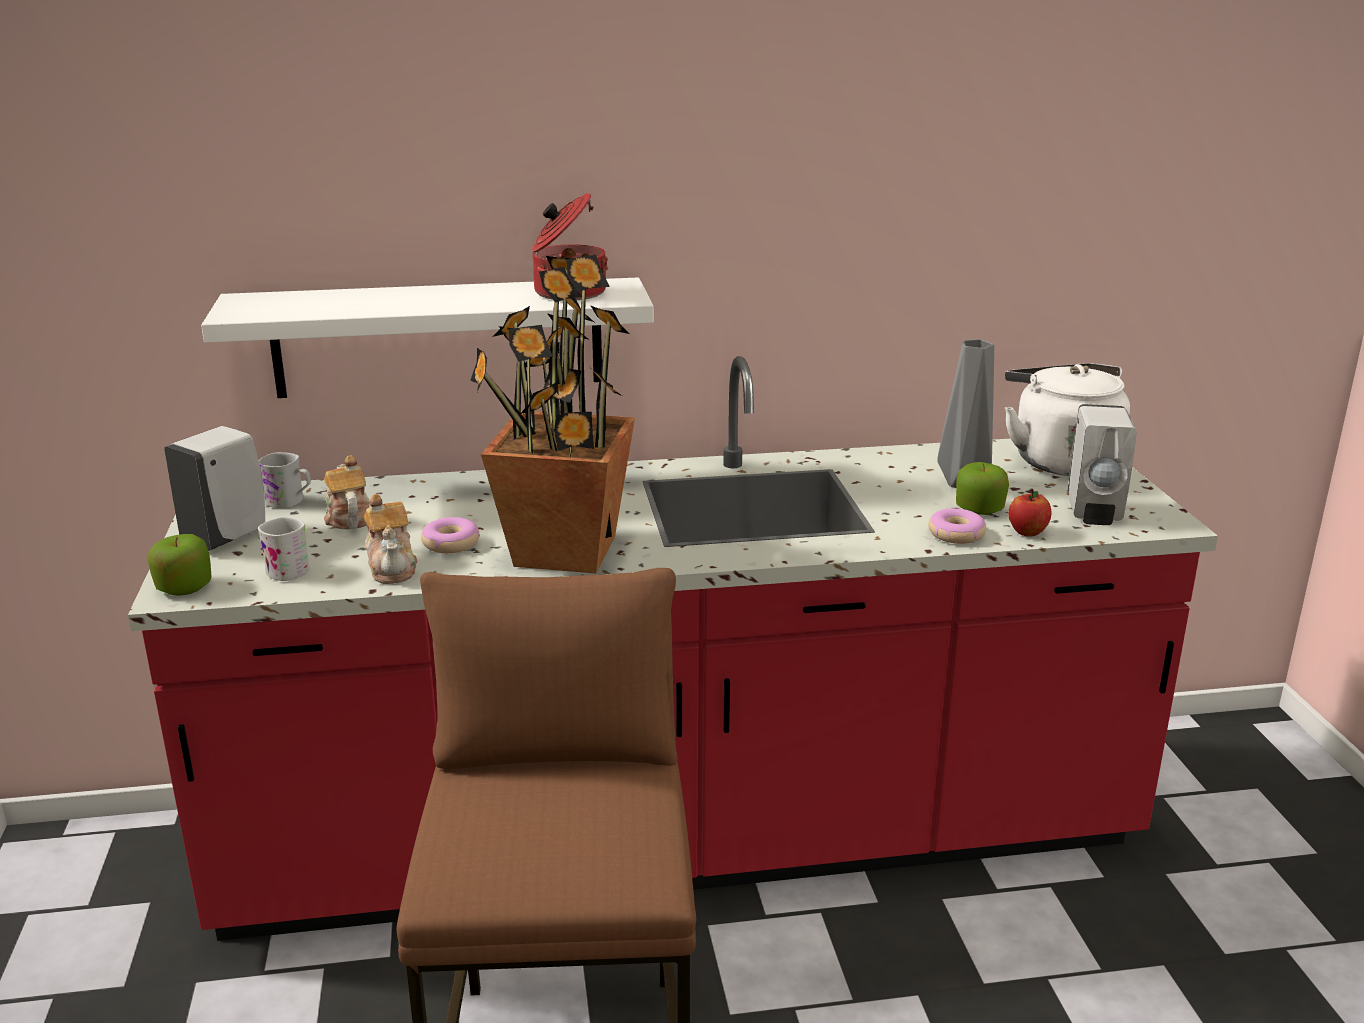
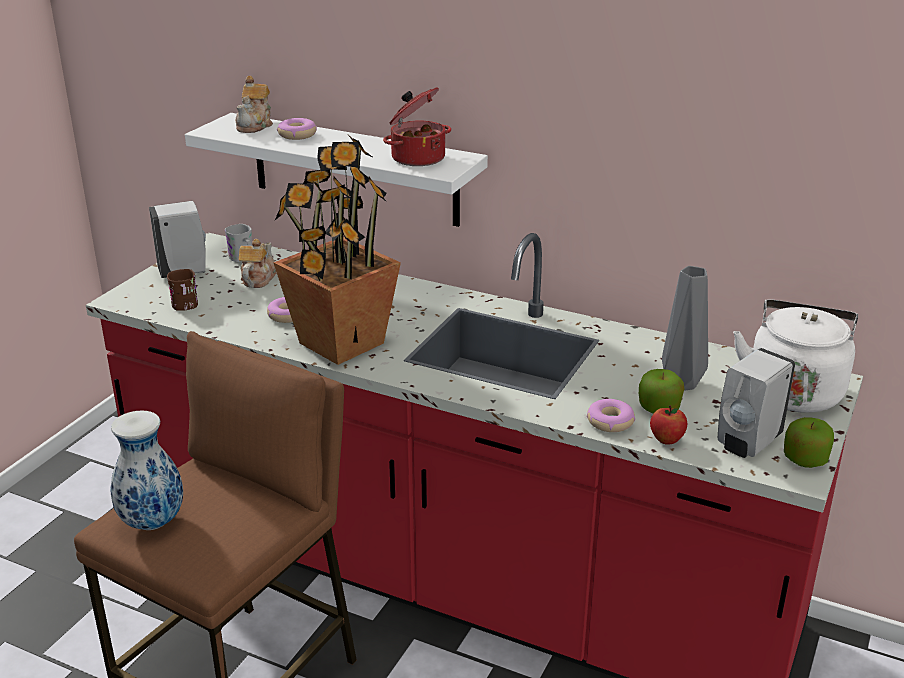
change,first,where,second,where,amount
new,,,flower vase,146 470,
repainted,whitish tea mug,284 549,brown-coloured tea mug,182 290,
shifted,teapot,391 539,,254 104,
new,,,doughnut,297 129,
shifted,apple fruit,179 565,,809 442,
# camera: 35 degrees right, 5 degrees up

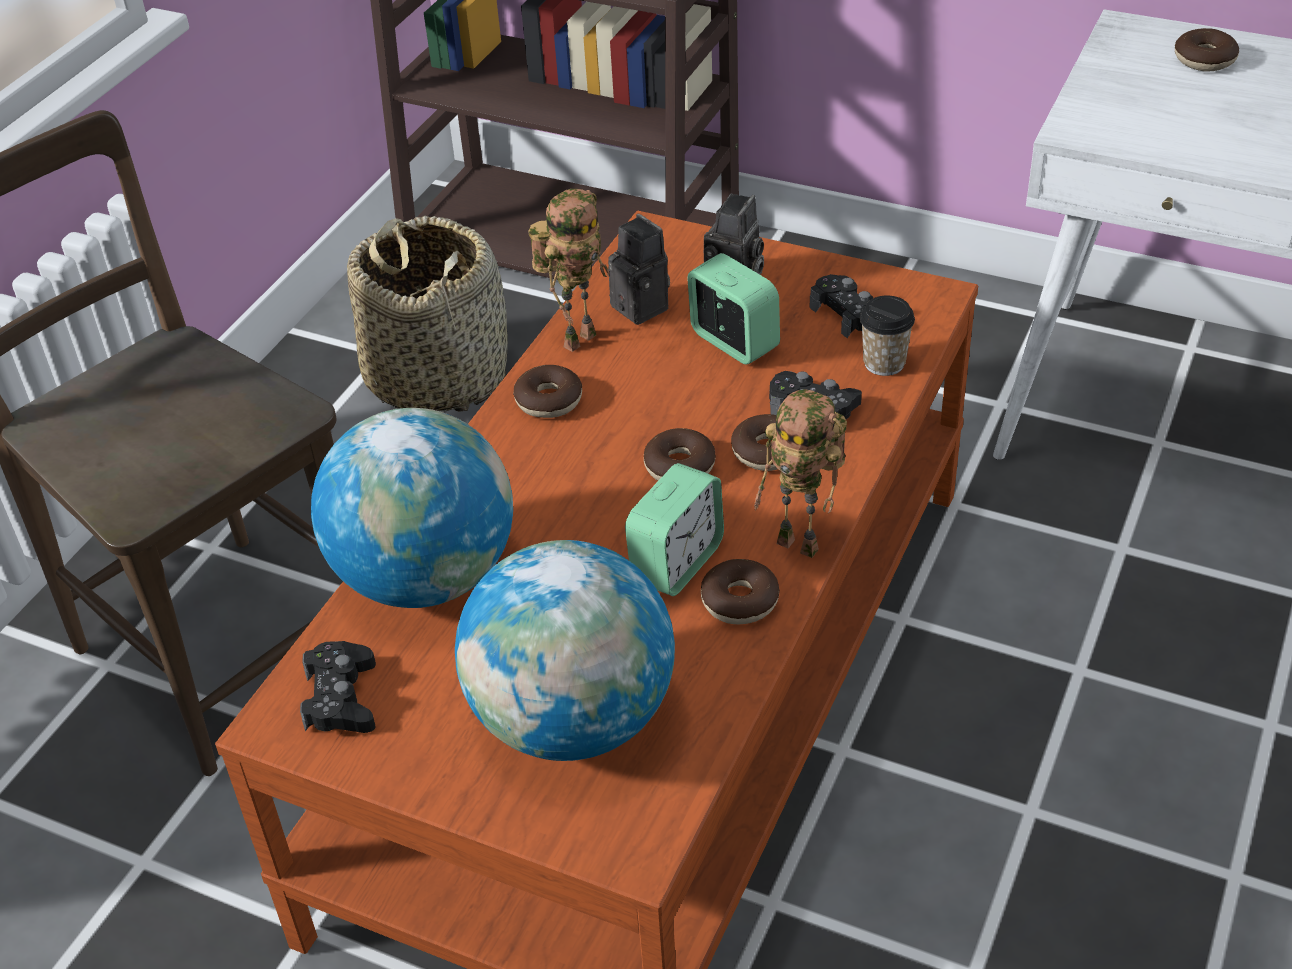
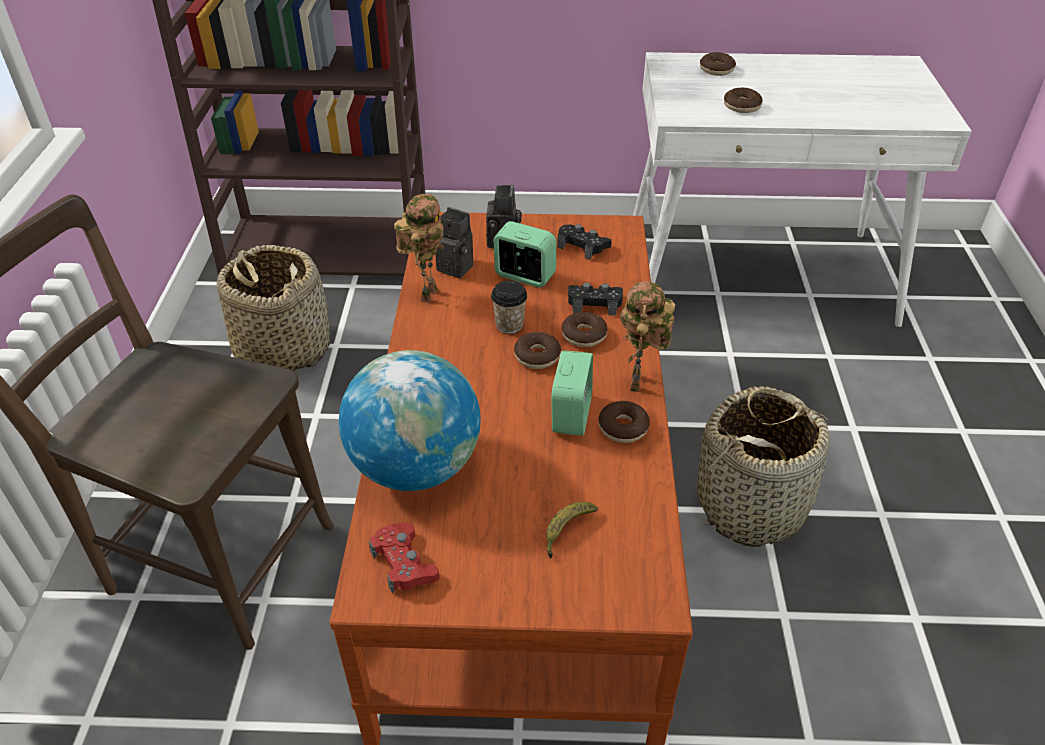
change,first,where,second,where,amount
repainted,black gamepad,338 687,red-coloured gamepad,404 558,
shifted,cup,887 336,,509 307,
swapped,world globe,565 650,banana fruit,572 530,
rotated,model robot,800 473,,647 336,90 degrees clockwise
new,,,basket,762 466,
shifted,doughnut,547 391,,743 100,
# camera: 25 degrees left, 0 degrees up

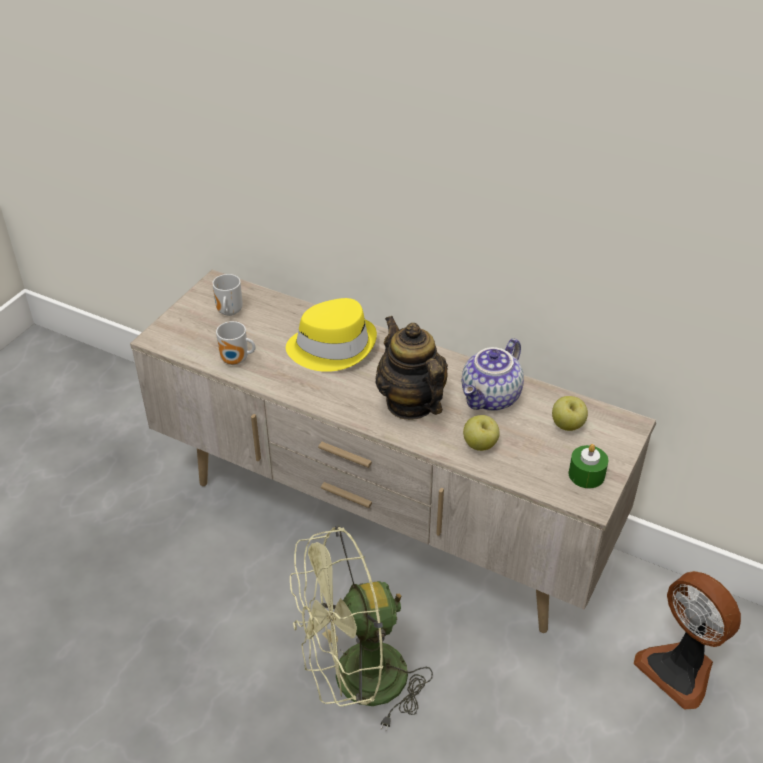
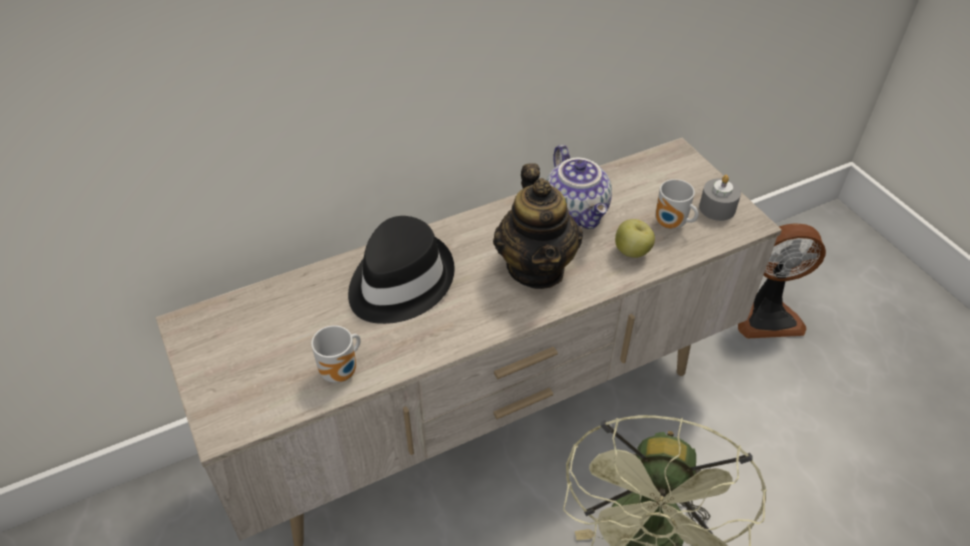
change,first,where,second,where,amount
repainted,yellow clothing hat,331 335,black clothing hat,401 270,
rotated,teapot,411 368,,538 226,105 degrees counterclockwise
shifted,tea mug,227 295,,676 204,
repainted,greenish wax light,589 466,greyish wax light,720 198,
gone,apple fruit,570 413,,,
# camera: 55 degrees left, 5 degrees up

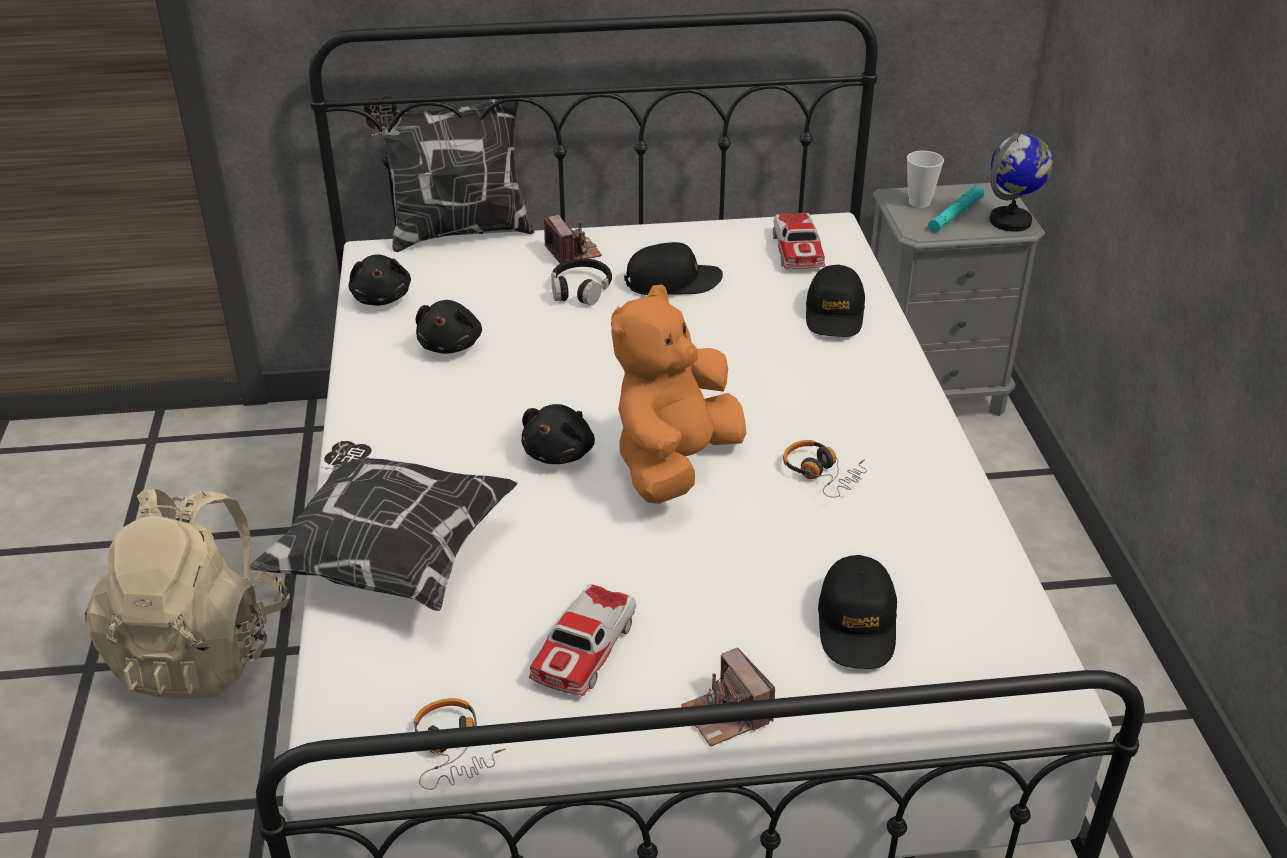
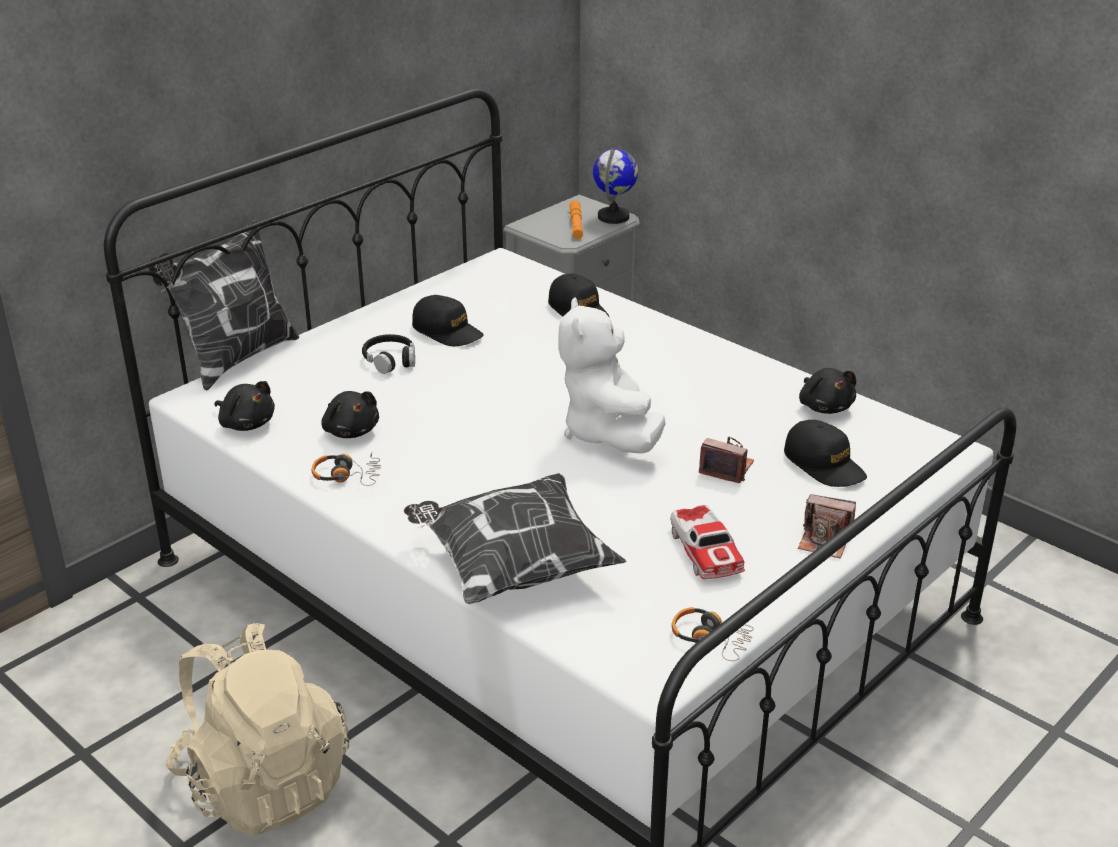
change,first,where,second,where,amount
shifted,headset,825 469,,346 469,
rotated,black baseball cap,673 268,,448 320,90 degrees clockwise
repainted,orange cuddly toy,678 394,whitish cuddly toy,611 375,
repainted,turquoise-coloured torch,956 209,orange torch,576 219,
shifted,photo camera,573 239,,726 460,
shifted,black cuddly toy,558 434,,827 391,
gone,model car,799 241,,,
gone,cup,925 179,,,
# camera: 40 degrees left, 5 degrees down

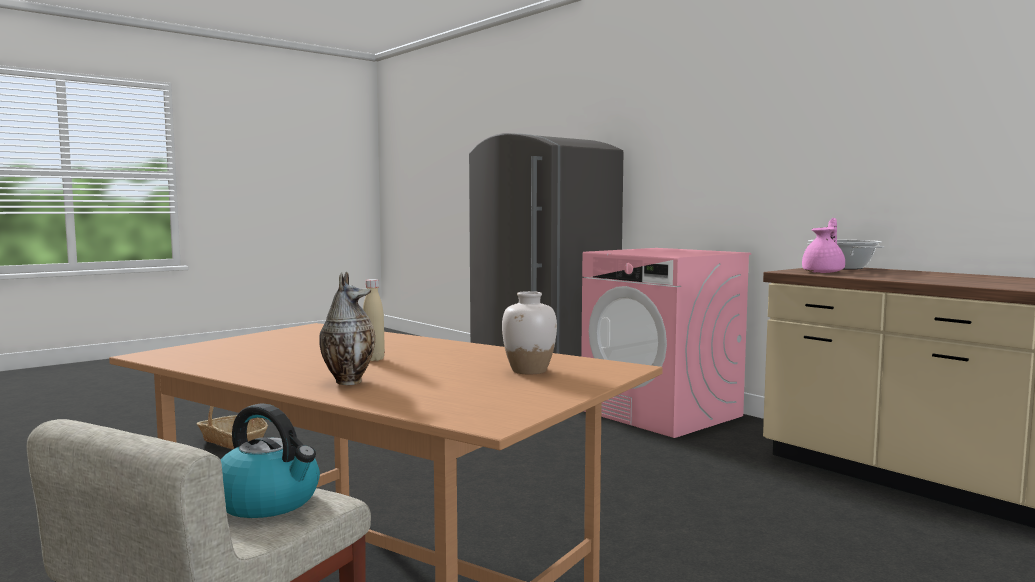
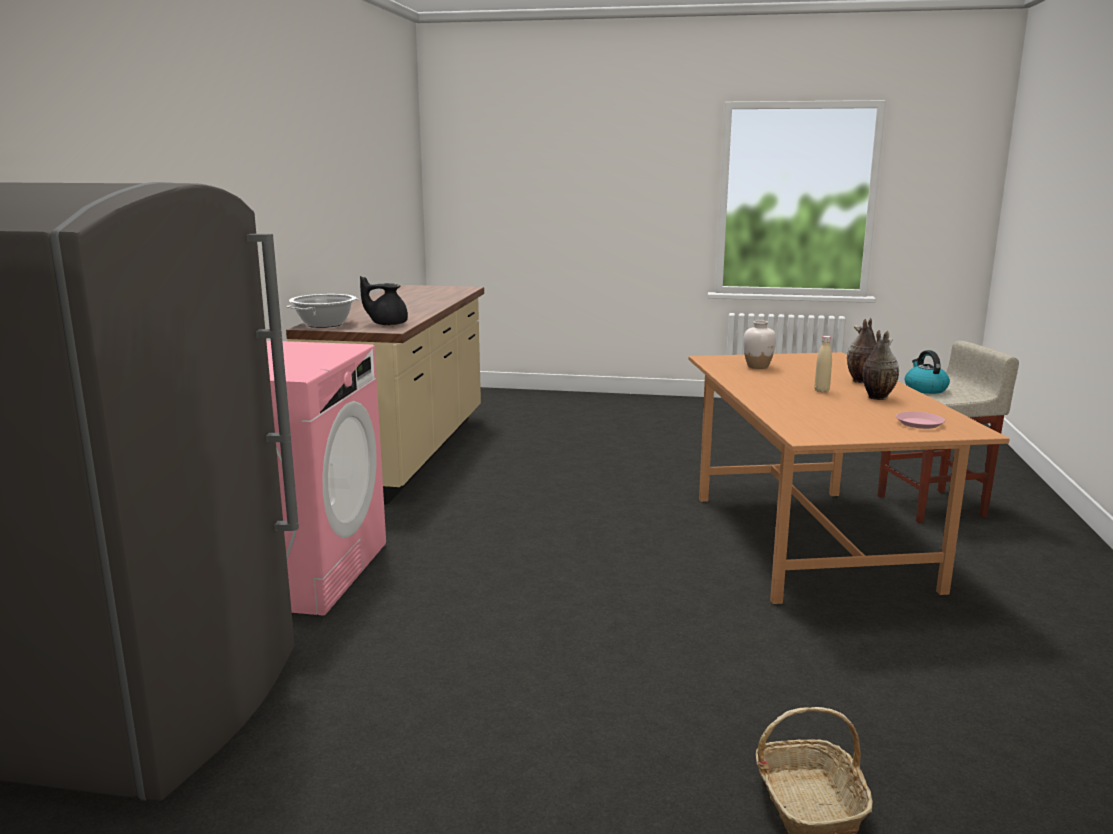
change,first,where,second,where,amount
repainted,pink-coloured teapot,823 245,black teapot,384 300,
new,,,flower vase,880 365,
new,,,pink-coloured dinner plate,920 420,
# camera: 130 degrees left, 10 degrees up

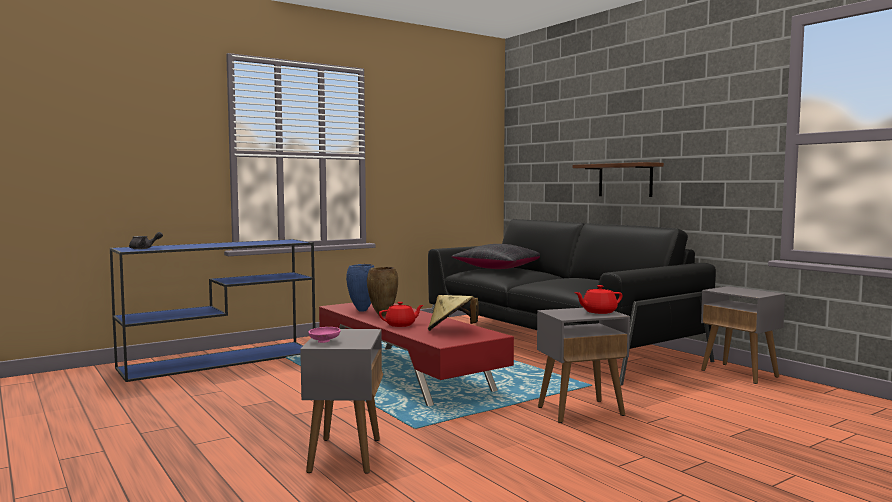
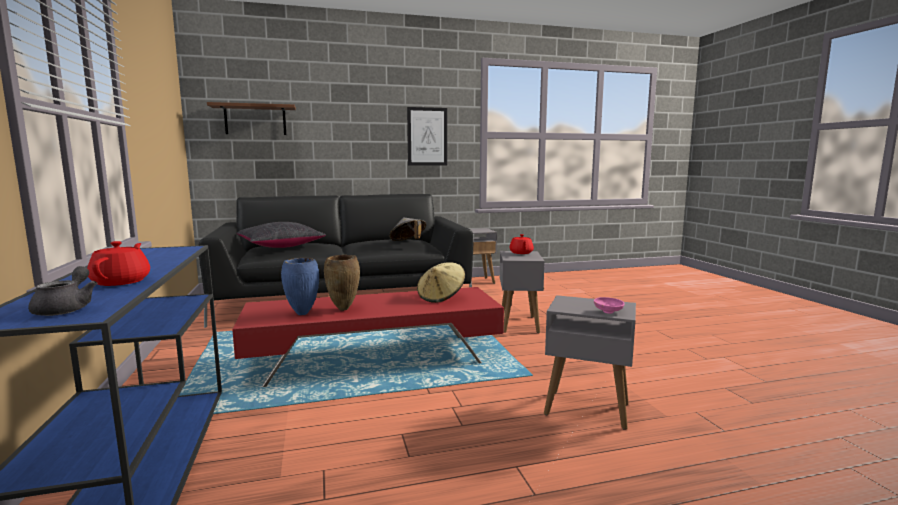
change,first,where,second,where,amount
shifted,red-coloured teapot,401 314,,118 263,
shifted,bracket shelf,618 179,,251 118,
new,,,greyish clothing hat,407 229,
new,,,picture,427 136,
# camera: 70 degrees left, 5 degrees up

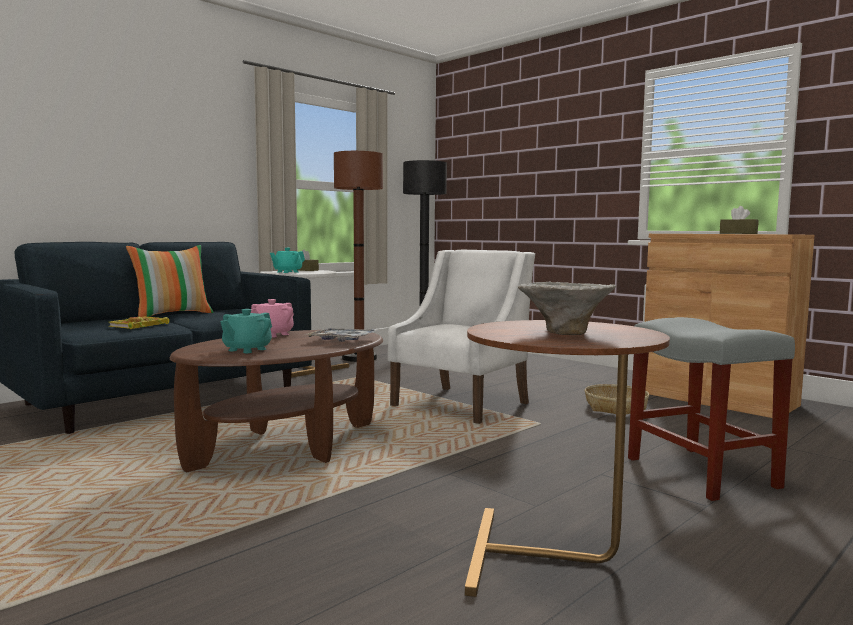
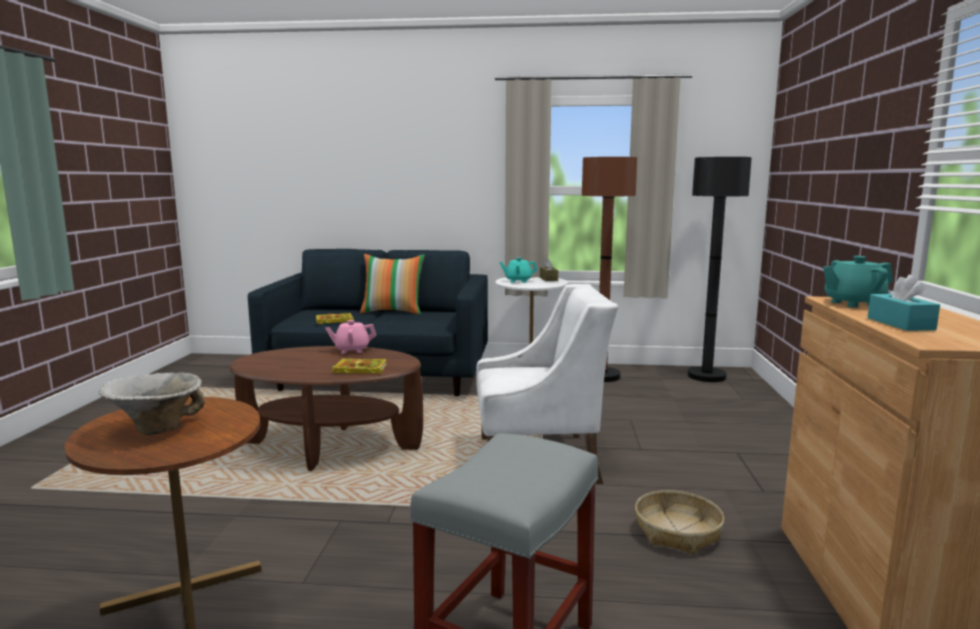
change,first,where,second,where,amount
swapped,carrying tray,341 335,book,359 366,
shifted,turquoise-coloured teapot,246 331,,858 282,
repainted,brown-coloured tissue holder,739 220,turquoise-coloured tissue holder,903 302,
# camera: 50 degrees right, 5 degrees up

